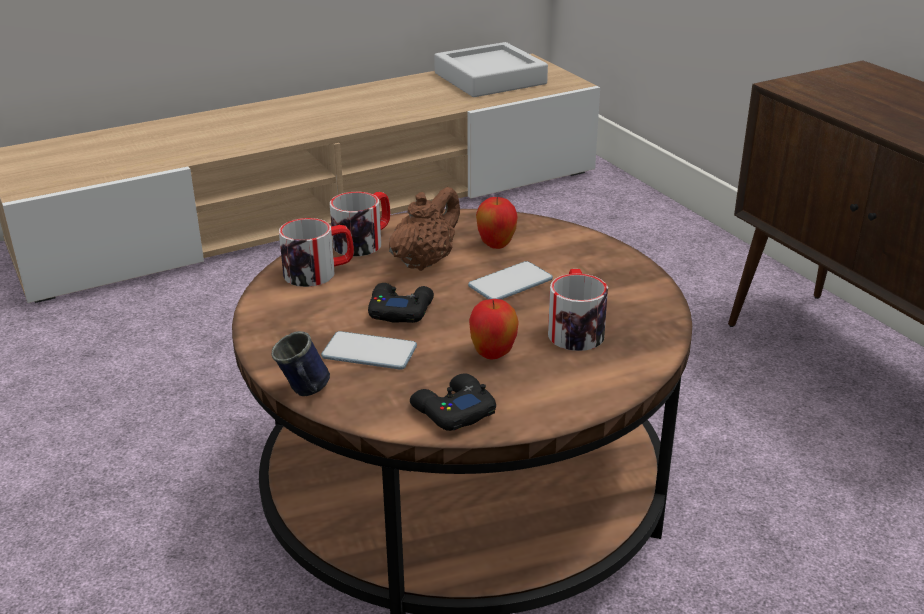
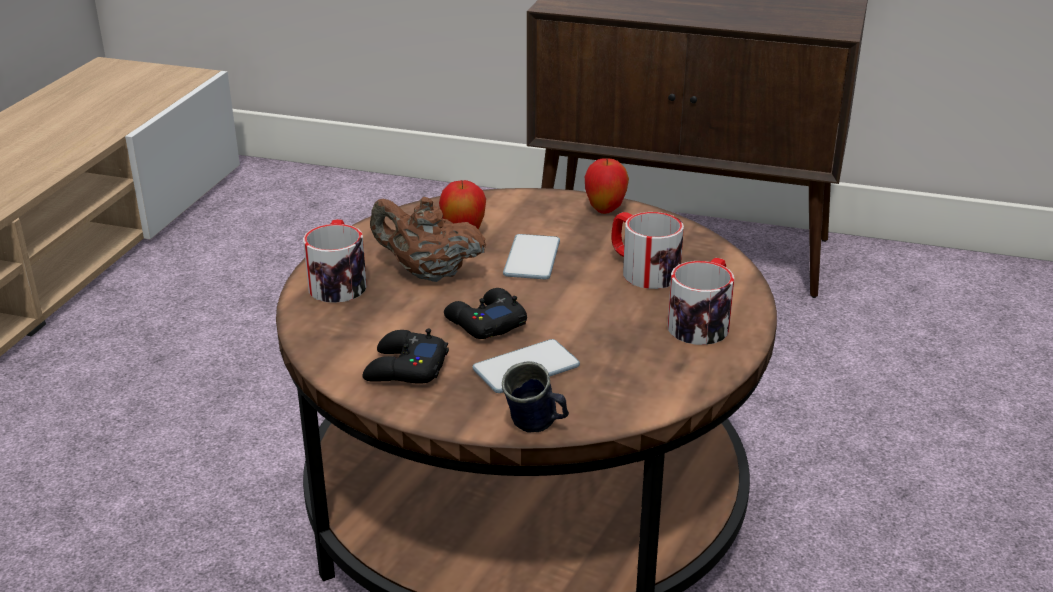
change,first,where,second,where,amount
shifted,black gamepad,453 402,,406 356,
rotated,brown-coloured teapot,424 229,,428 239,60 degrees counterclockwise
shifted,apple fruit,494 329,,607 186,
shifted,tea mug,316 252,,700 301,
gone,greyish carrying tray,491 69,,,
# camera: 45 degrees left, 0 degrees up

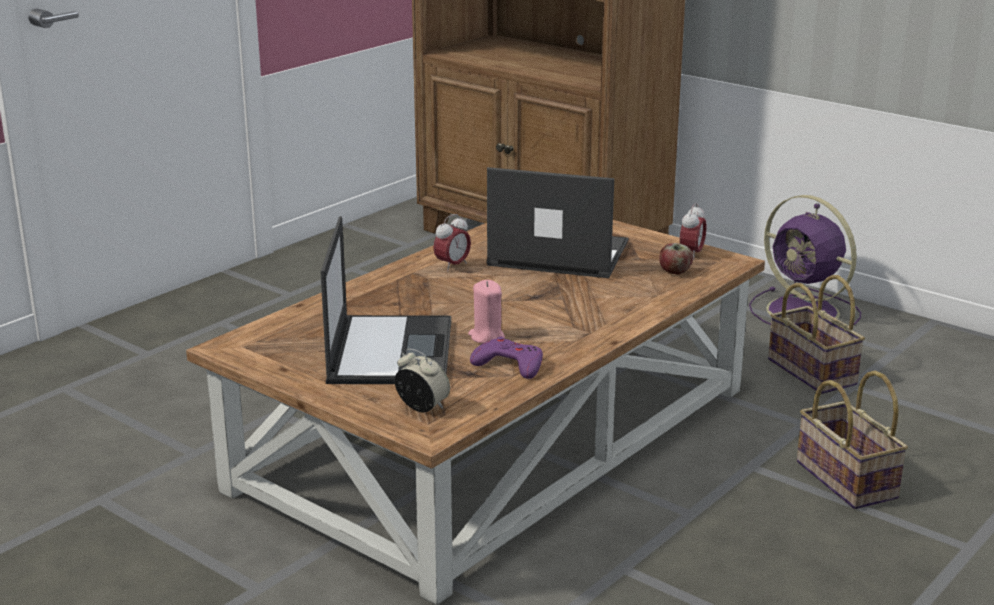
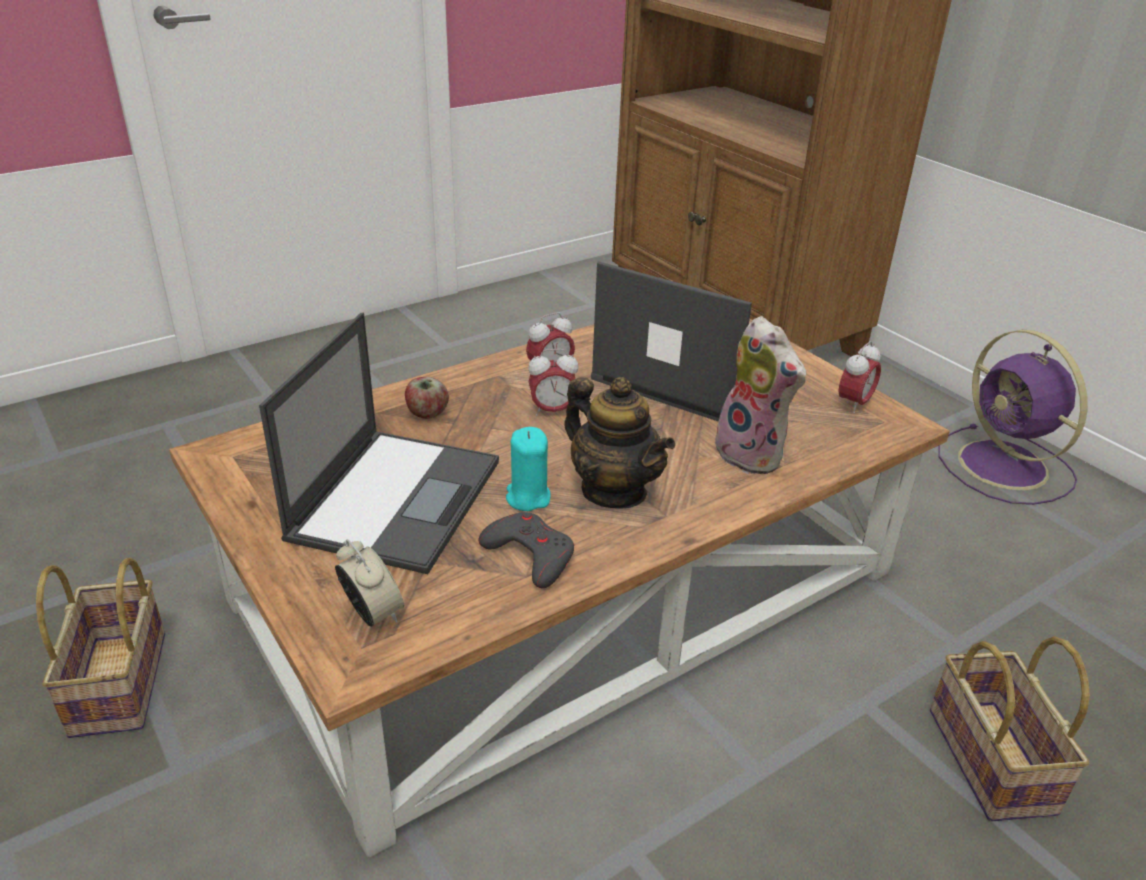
change,first,where,second,where,amount
shifted,basket,816 334,,100 648,
shifted,apple fruit,676 258,,427 398,
repainted,purple gamepad,506 358,greyish gamepad,526 550,
repainted,pink-coloured wax light,486 312,turquoise-coloured wax light,528 469,
new,,,table clock,553 382,
new,,,teapot,619 443,
new,,,cuddly toy,760 395,
# camera: 15 degrees right, 10 degrees up

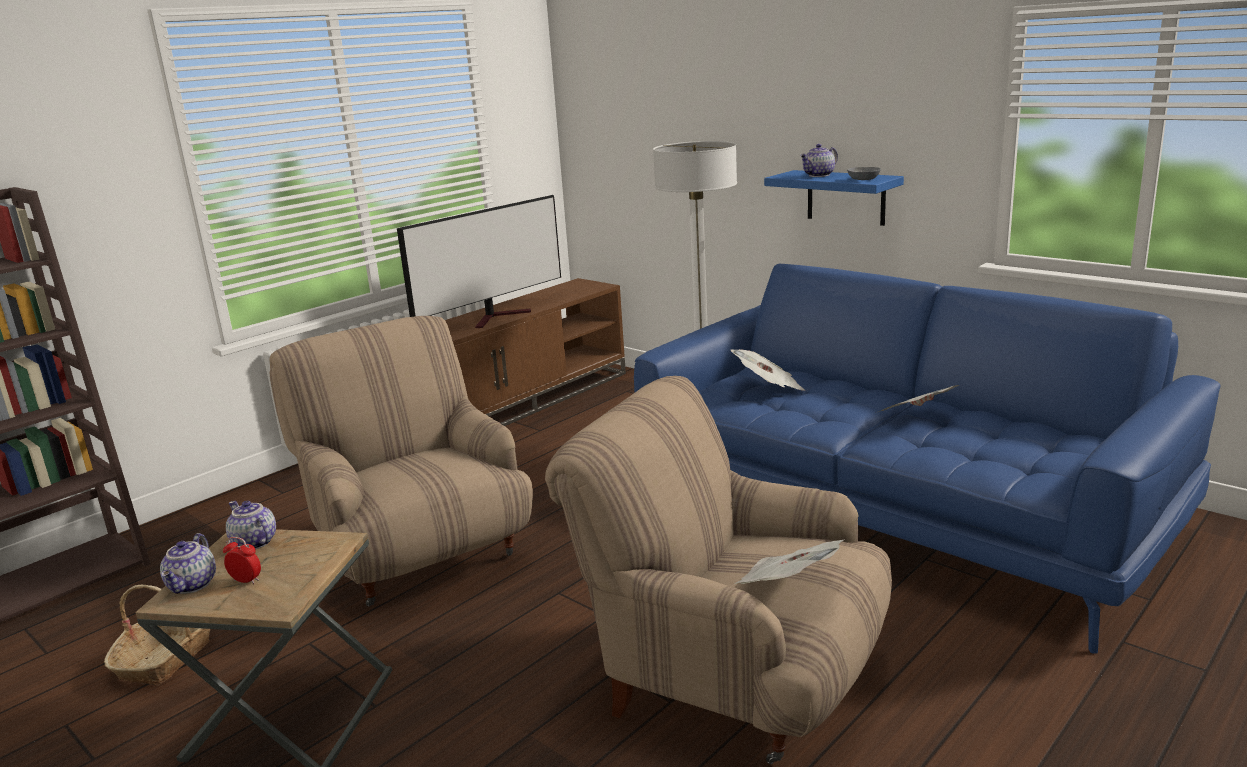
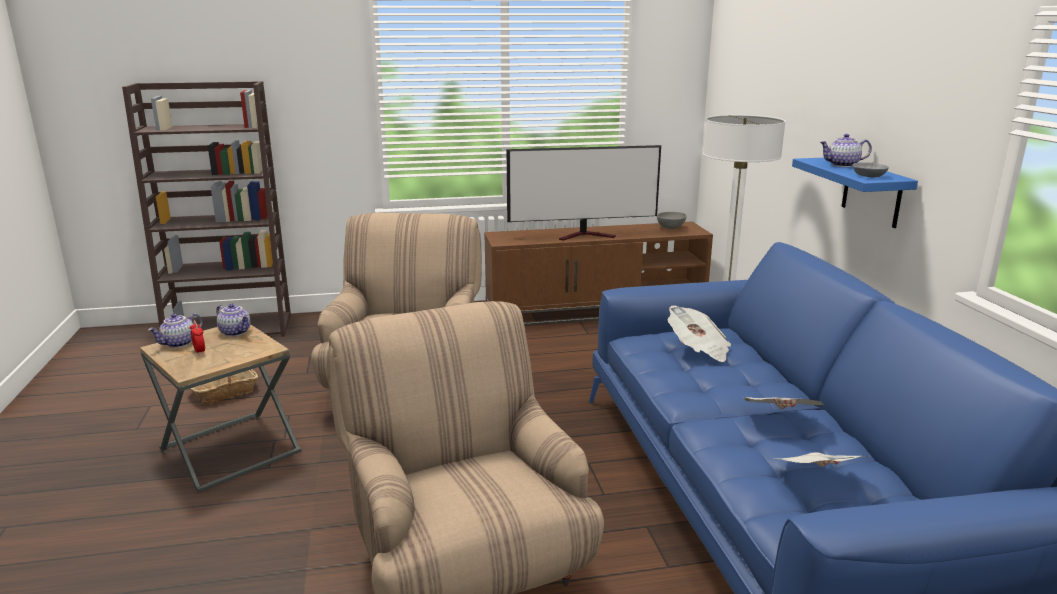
change,first,where,second,where,amount
rotated,teapot,251 525,,233 320,135 degrees clockwise
new,,,greyish bowl,672 220,
shifted,daily paper,789 562,,824 459,
# camera: 35 degrees right, 0 degrees up

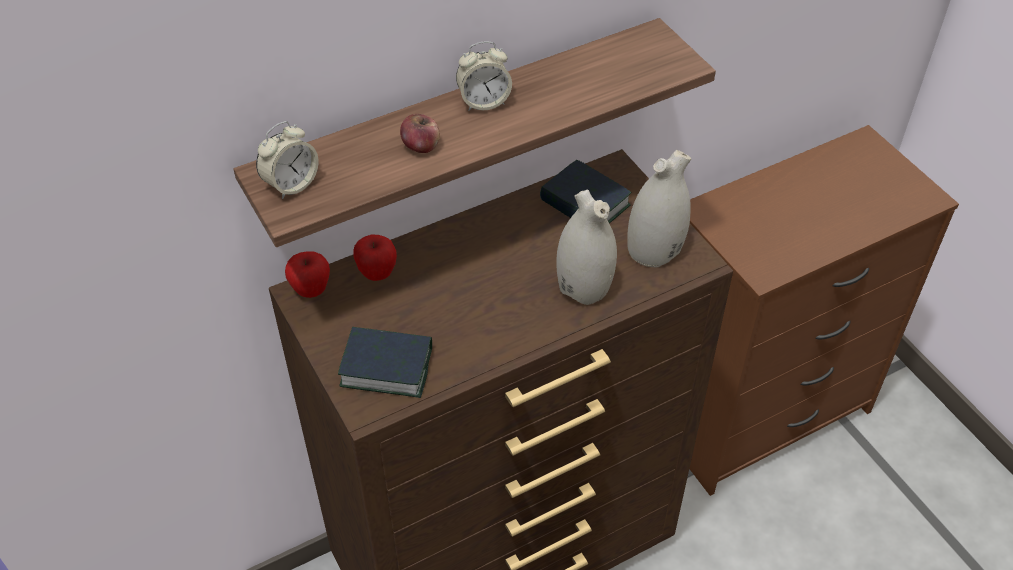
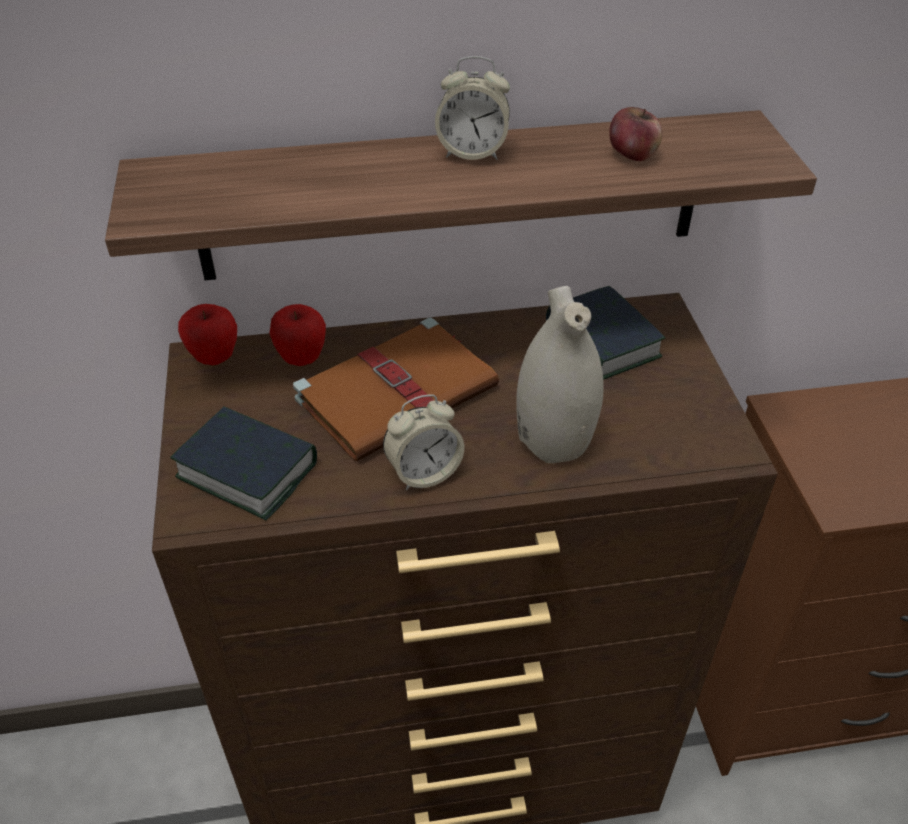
change,first,where,second,where,amount
new,,,brown-coloured book,396 389,
shifted,table clock,287 160,,423 442,
shifted,apple fruit,420 133,,636 134,
gone,whitish flower vase,659 208,,,
# camera: 20 degrees right, 5 degrees down

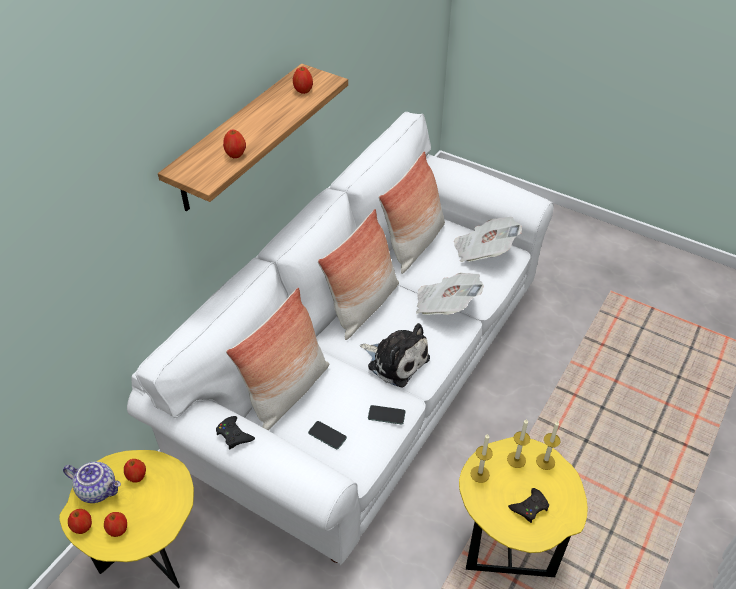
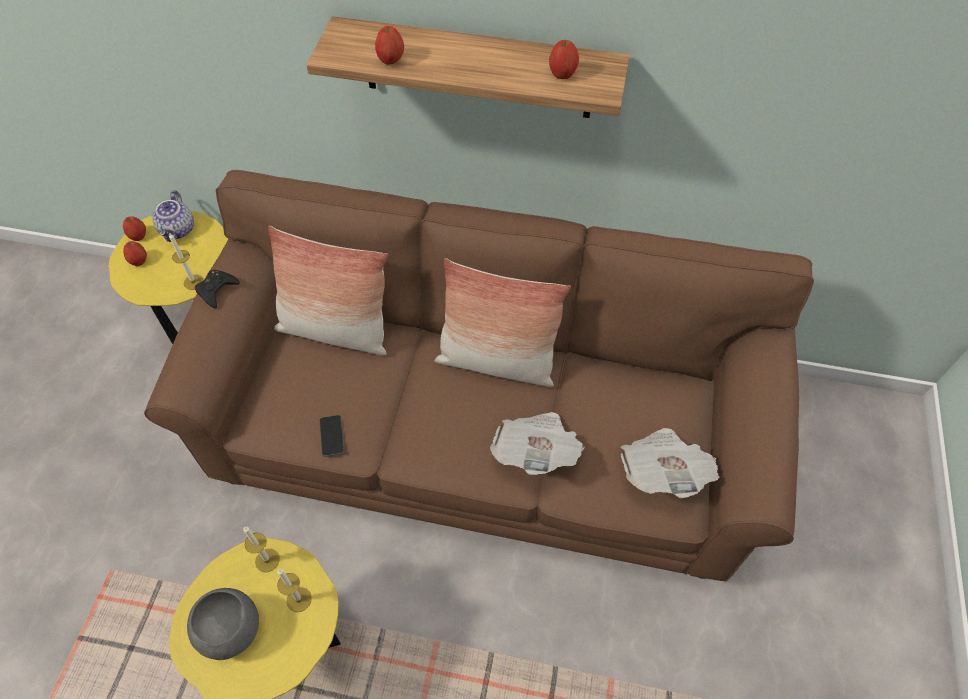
change,first,where,second,where,amount
repainted,whitish couch,340 338,brown-coloured couch,479 376,
shifted,wax light,548 445,,186 261,
swapped,black gamepad,528 505,greyish bowl,223 624,
gone,apple fruit,135 470,,,
gone,phone,327 435,,,
gone,cuddly toy,395 355,,,
gone,cushion,412 212,,,
# camera: 70 degrees right, 10 degrees up

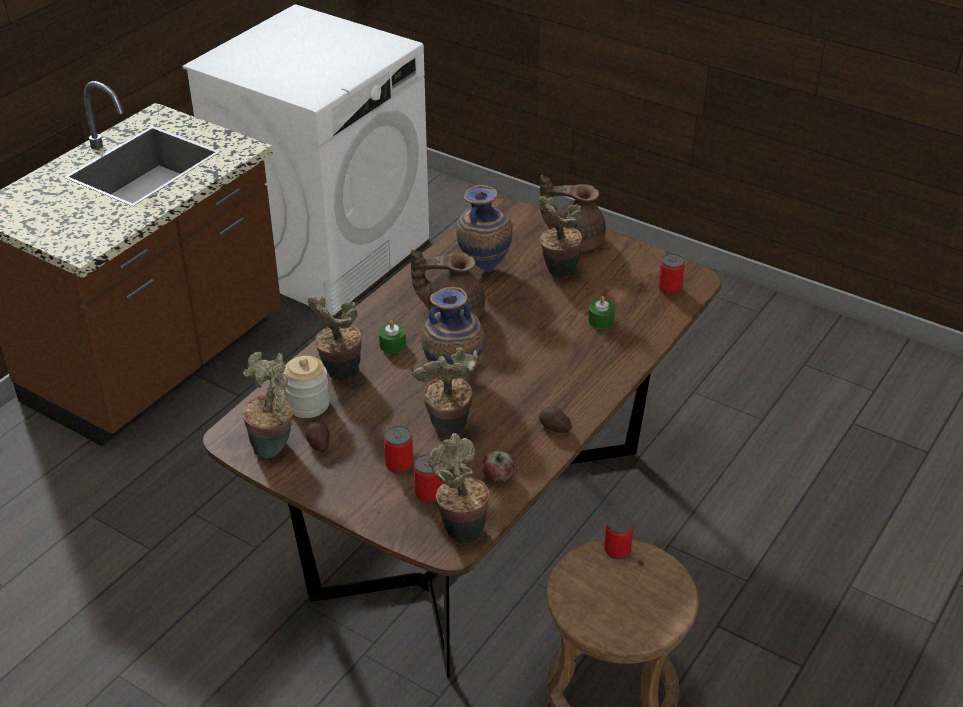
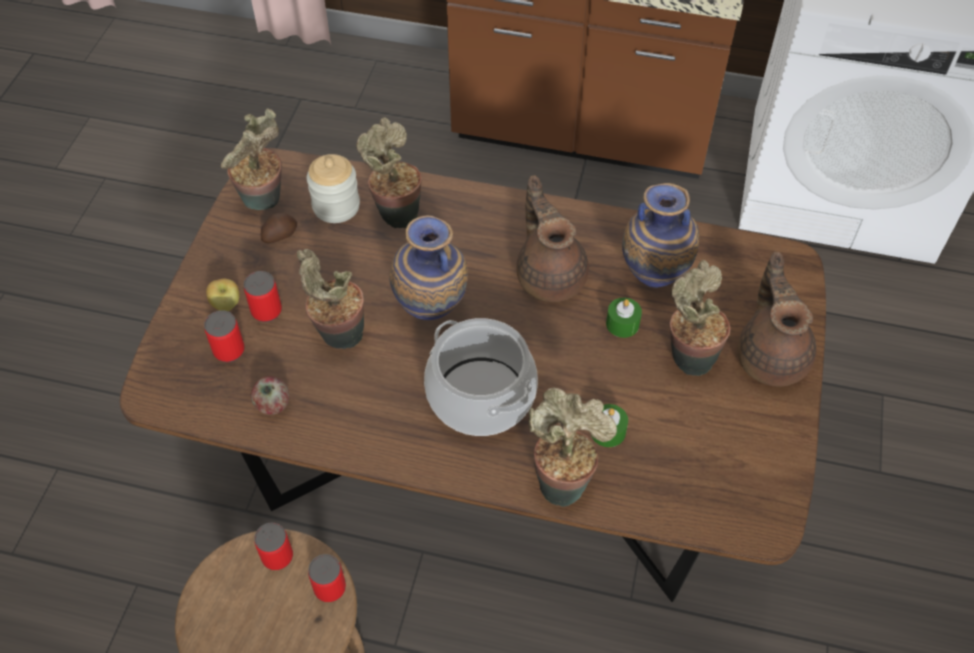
change,first,where,second,where,amount
new,,,apple fruit,222 295,
shifted,can,671 274,,273 546,
new,,,stockpot,481 377,
shifted,potted plant,459 488,,573 447,
shifted,greenish wax light,392 337,,624 318,
gone,whole potato,555 419,,,
# camera: 70 degrees right, 15 degrees up

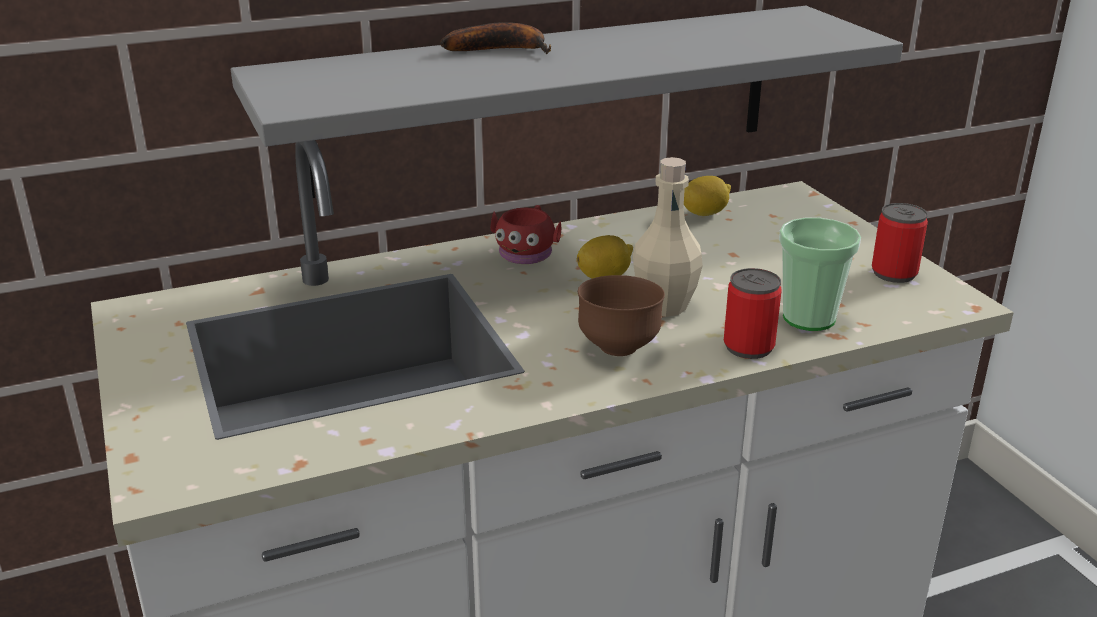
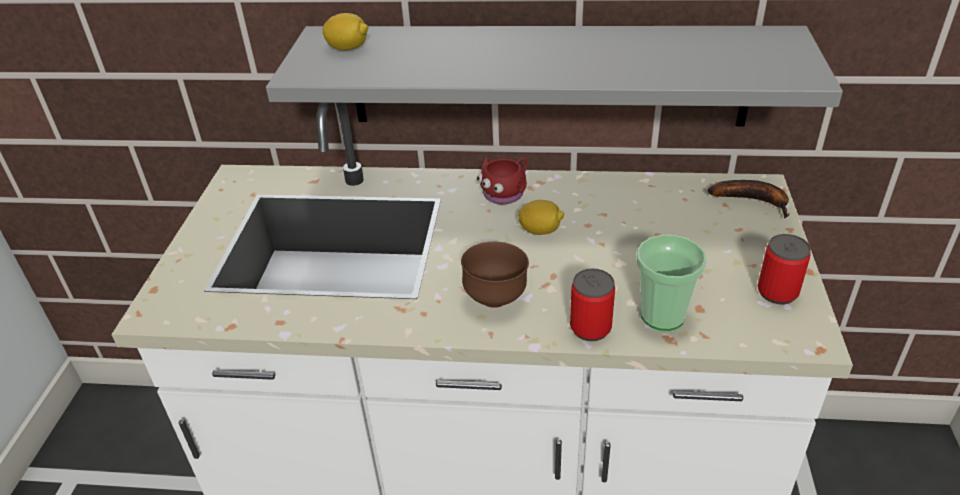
change,first,where,second,where,amount
shifted,citrus fruit,707 196,,345 32,
shifted,banana fruit,495 38,,748 199,
gone,sand-coloured bottle,668 237,,,
# camera: 30 degrees right, 10 degrees up

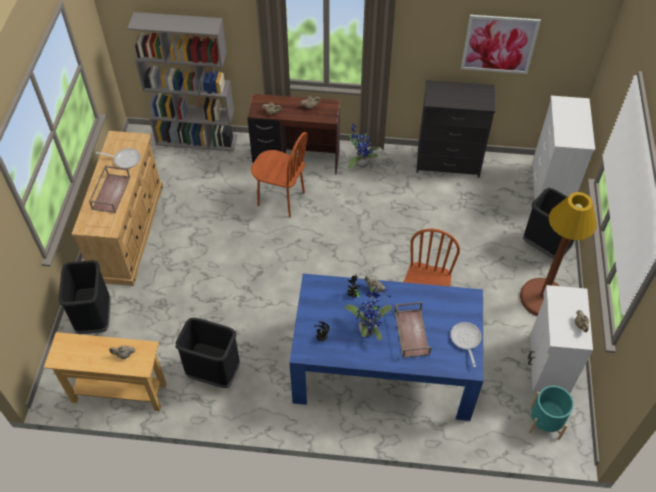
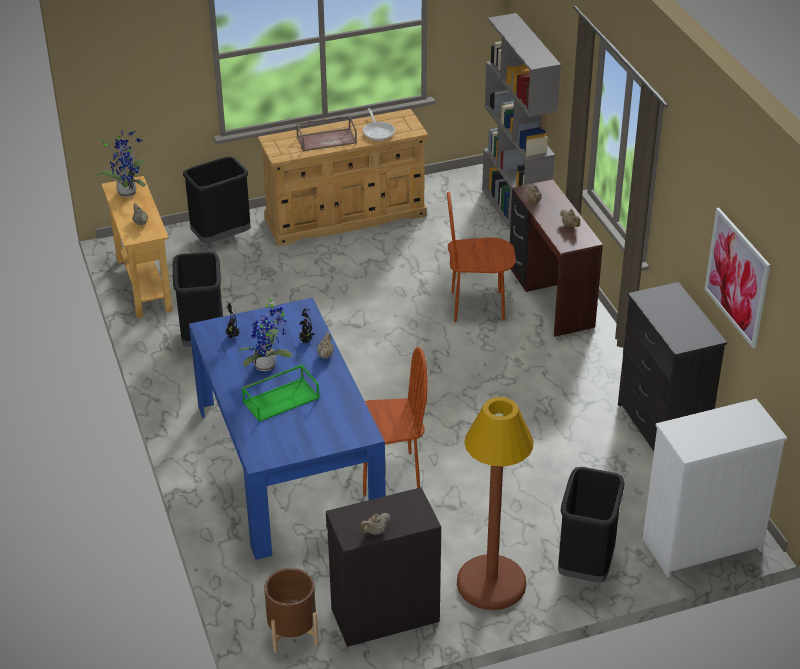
change,first,where,second,where,amount
shifted,potted plant,363 146,,121 163,
repainted,brown-coloured carrying tray,413 330,greenish carrying tray,281 393,
repainted,turquoise-coloured flower pot,551 413,brown-coloured flower pot,291 610,
repainted,whitish cabinet,560 339,black cabinet,383 567,
rotated,brown-coloured upright chair,279 175,,481 257,90 degrees clockwise
gone,frying pan,466 344,,,
# camera: 65 degrees right, 15 degrees down

